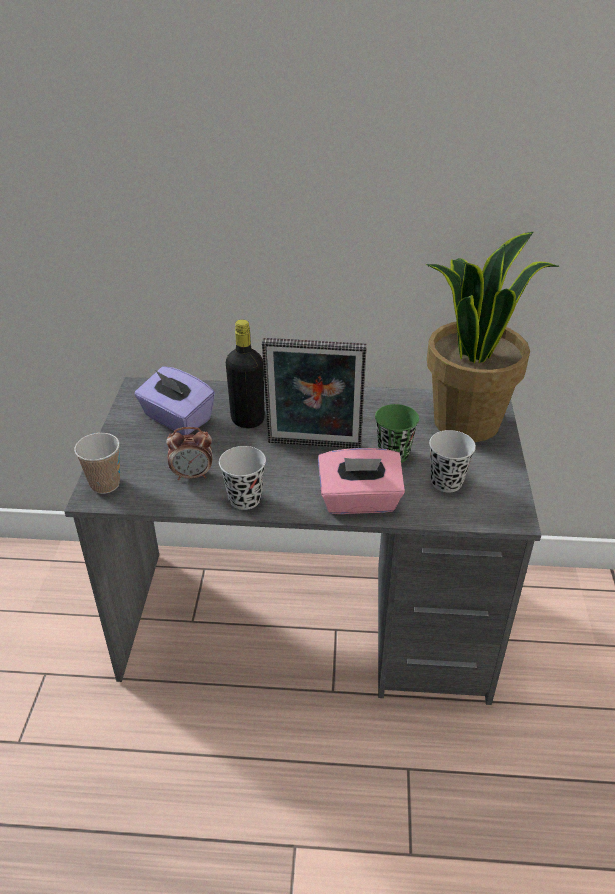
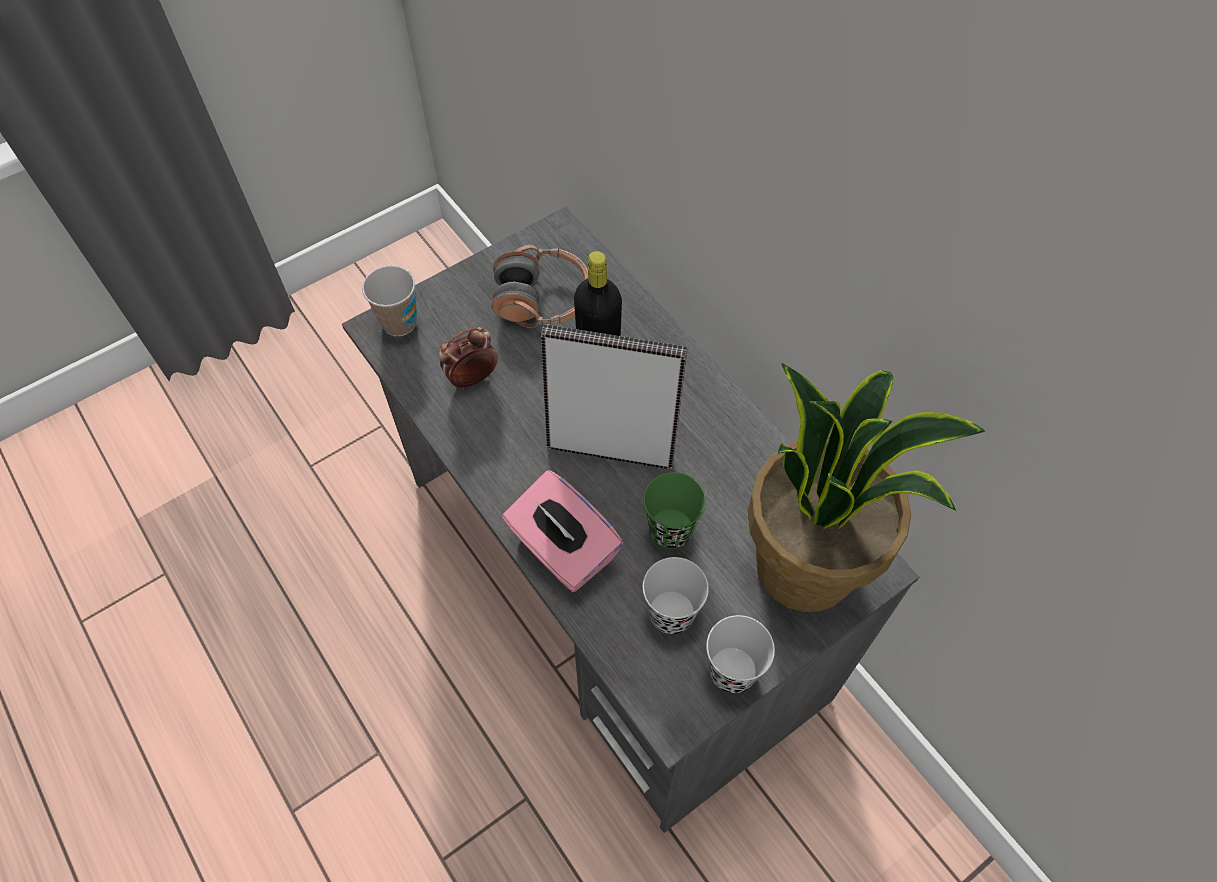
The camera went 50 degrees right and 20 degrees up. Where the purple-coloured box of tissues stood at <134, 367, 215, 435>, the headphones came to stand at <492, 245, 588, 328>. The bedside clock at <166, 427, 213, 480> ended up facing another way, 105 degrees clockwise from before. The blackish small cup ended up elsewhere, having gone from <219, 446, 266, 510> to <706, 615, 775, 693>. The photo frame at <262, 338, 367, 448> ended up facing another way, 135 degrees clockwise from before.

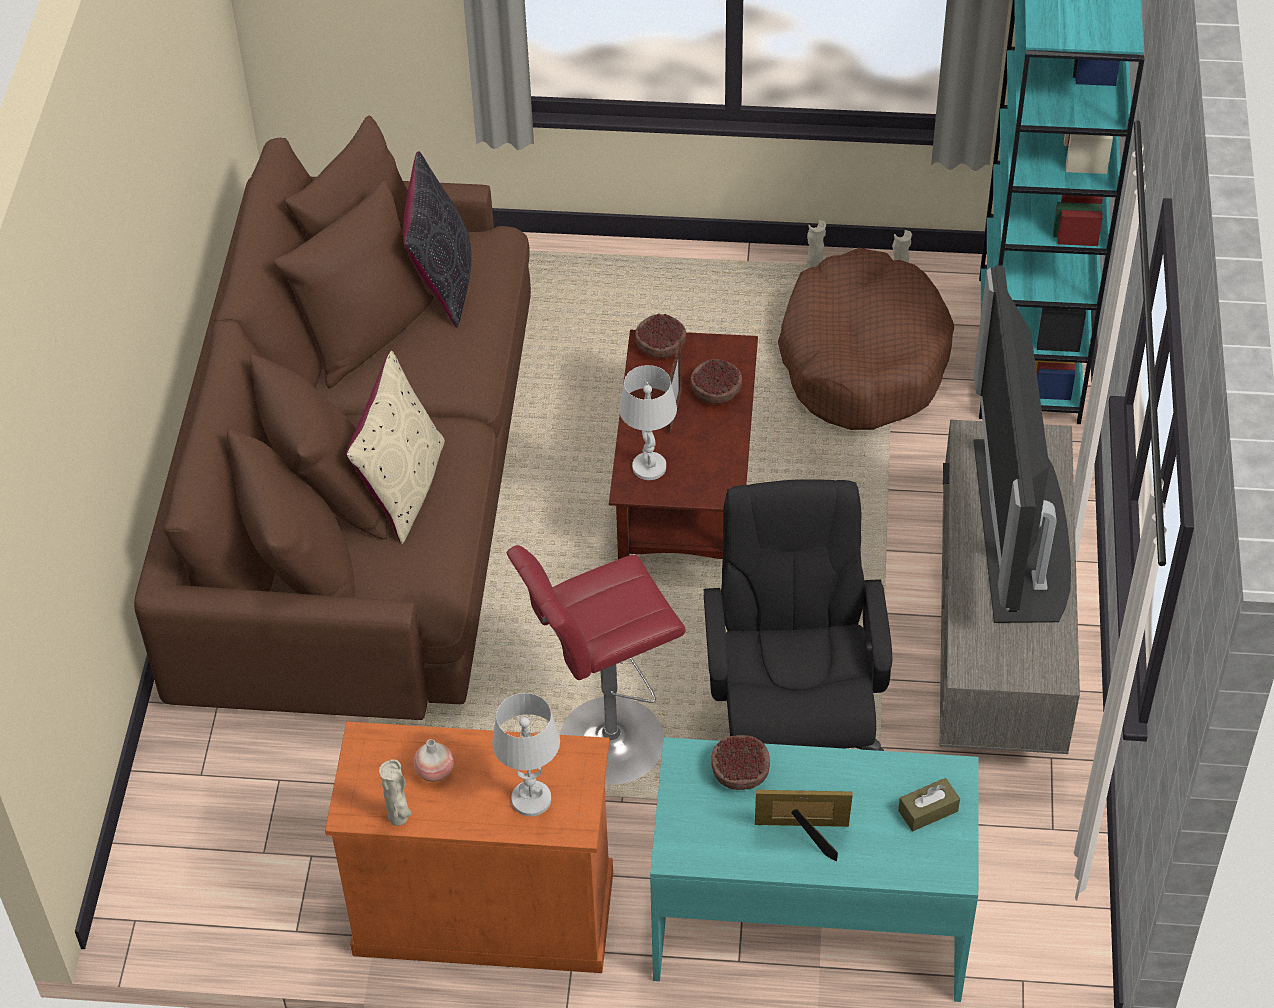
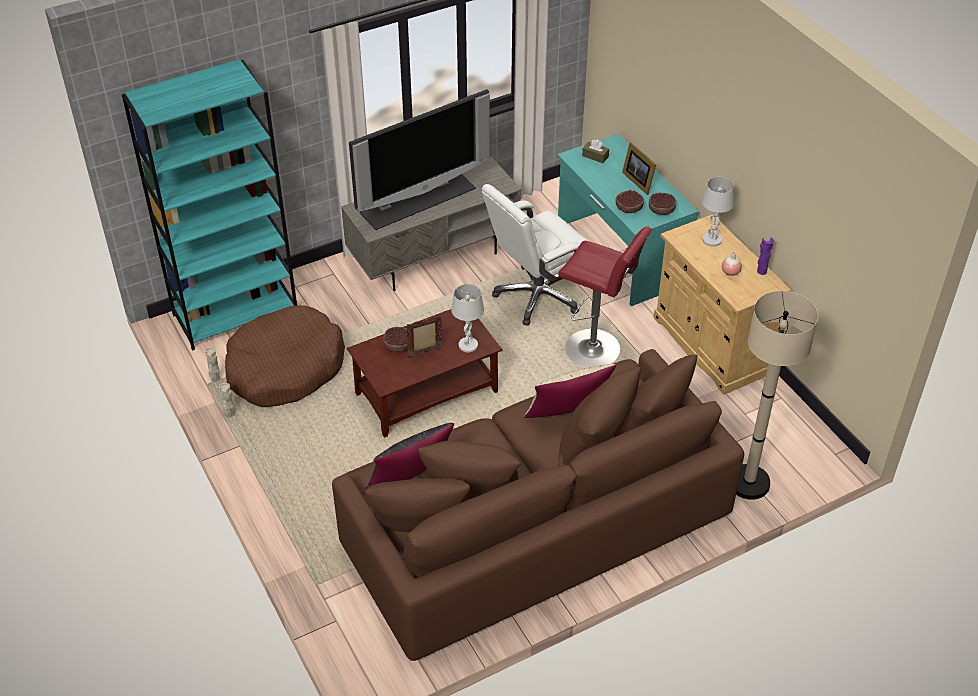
The camera went 125 degrees left and 5 degrees down. What was the orangey cabinet at <325, 722, 613, 973> turned into the beige-coloured cabinet at <653, 214, 791, 395>. What was the beige-coloured decorative vase at <379, 760, 411, 826> turned into the purple-coloured decorative vase at <757, 238, 774, 275>. The deep dish ended up elsewhere, having gone from <635, 313, 686, 358> to <649, 193, 676, 215>. What was the blackish computer chair at <703, 479, 892, 751> turned into the white-coloured computer chair at <482, 184, 589, 326>. The second view gained the beige-coloured floor lamp at <736, 291, 818, 500>.

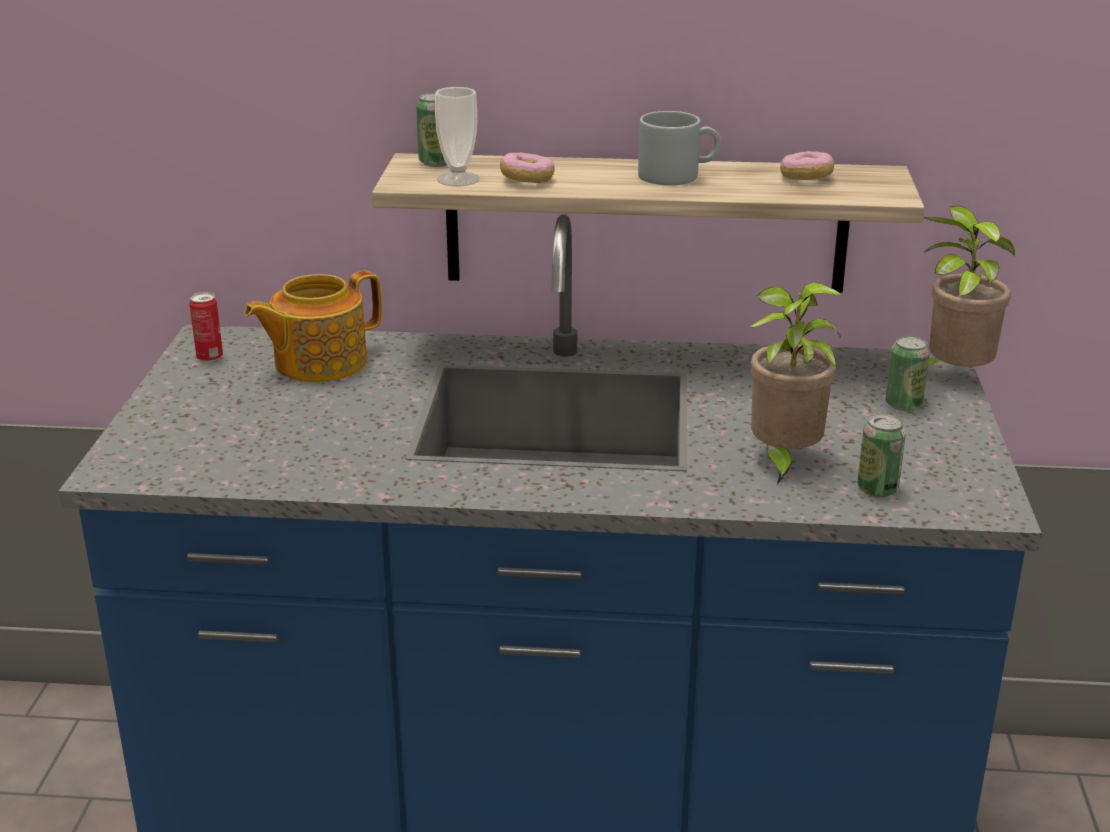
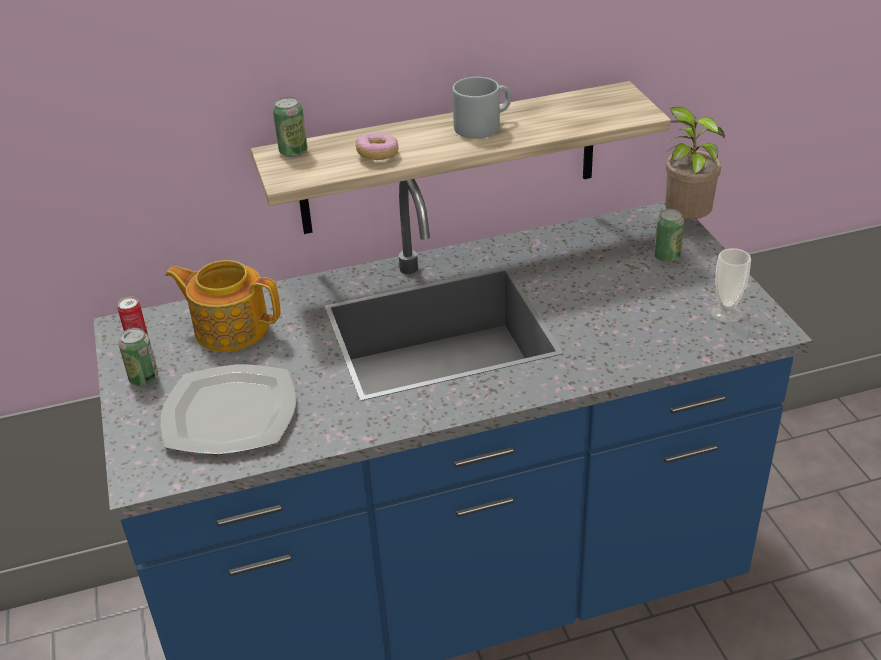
The camera went 20 degrees left and 10 degrees up. The teapot at <244, 271, 382, 382> ended up facing another way, 75 degrees clockwise from before. The small cup ended up elsewhere, having gone from <435, 87, 480, 186> to <710, 248, 751, 323>. The second view lost the plant in a pot at <749, 282, 842, 485>. The second view lost the doughnut at <780, 151, 834, 180>. The sealed can ended up elsewhere, having gone from <857, 413, 906, 497> to <119, 328, 158, 386>. The second view gained the dinner plate at <161, 364, 296, 455>.

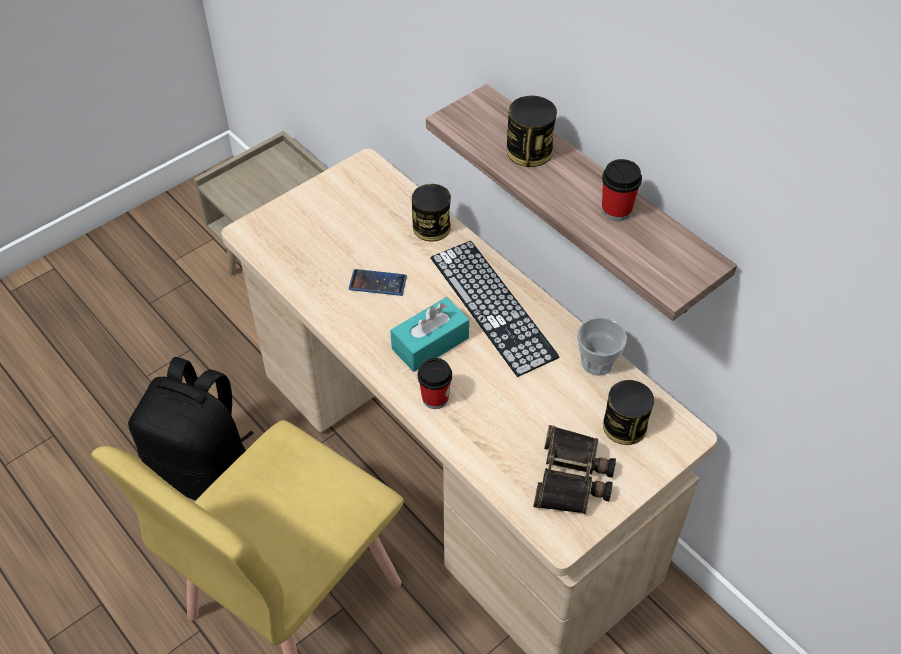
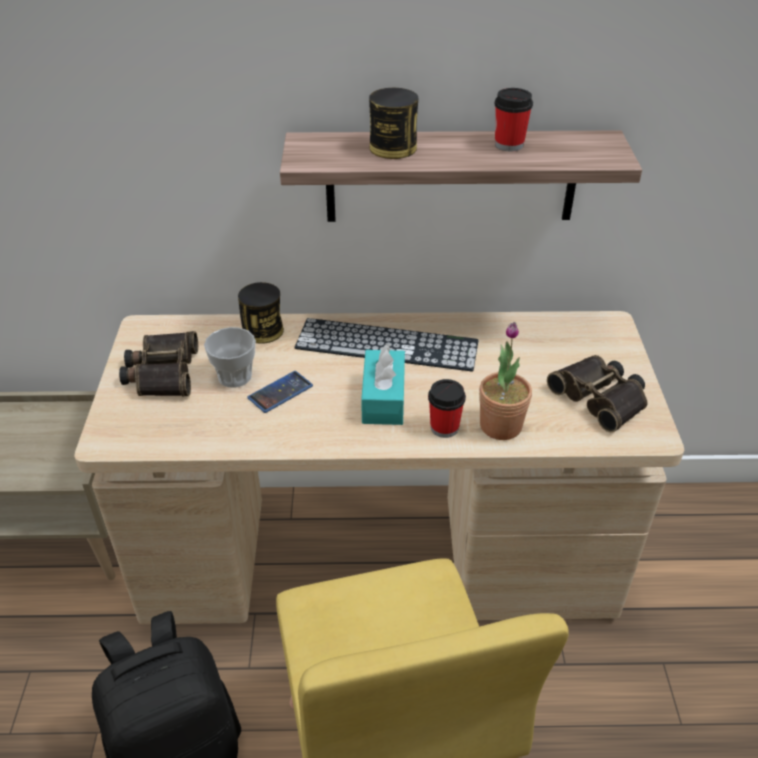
The camera went 50 degrees left and 10 degrees down. The small cup ended up elsewhere, having gone from <577, 317, 627, 376> to <204, 327, 256, 388>. The second view lost the sealed can at <603, 380, 654, 445>. The second view gained the field glasses at <119, 331, 198, 396>. The second view gained the plant in a pot at <479, 322, 532, 440>.

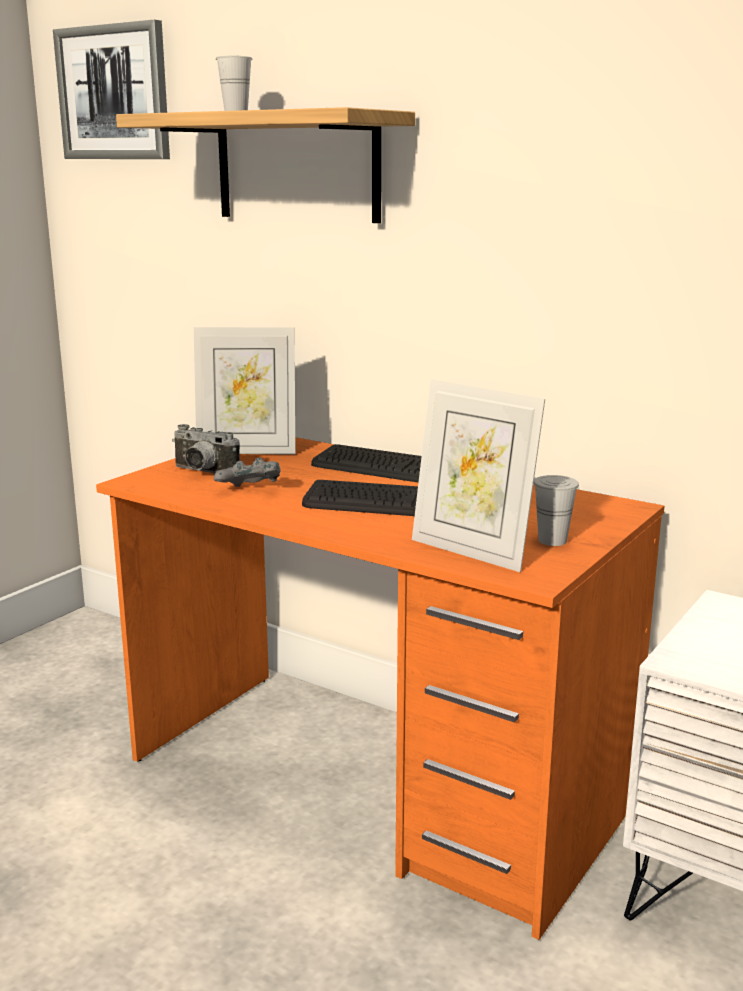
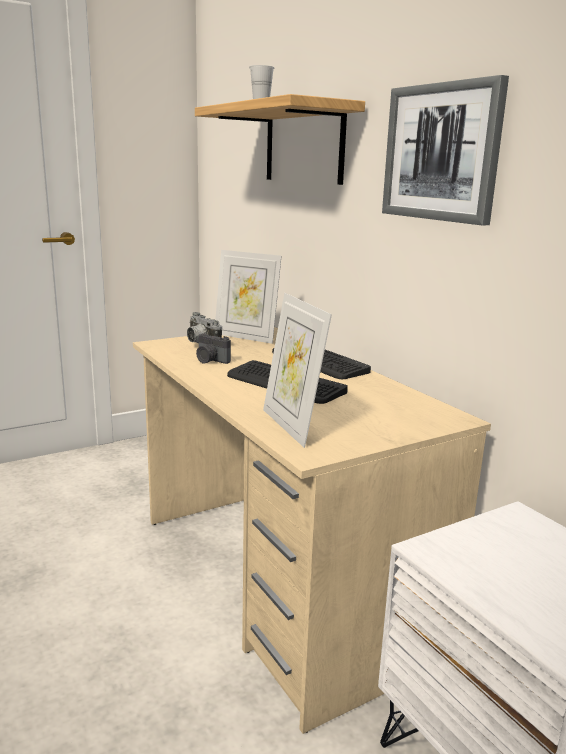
The camera went 25 degrees right and 0 degrees up. The wall picture ended up elsewhere, having gone from <53, 20, 170, 159> to <382, 75, 509, 225>. What was the orangey desk unit at <96, 437, 664, 940> turned into the beige-coloured desk unit at <133, 327, 491, 734>. Where the grey game controller stood at <214, 458, 280, 487>, the still camera came to stand at <196, 333, 231, 364>. The second view lost the white-coloured small cup at <533, 475, 579, 546>.

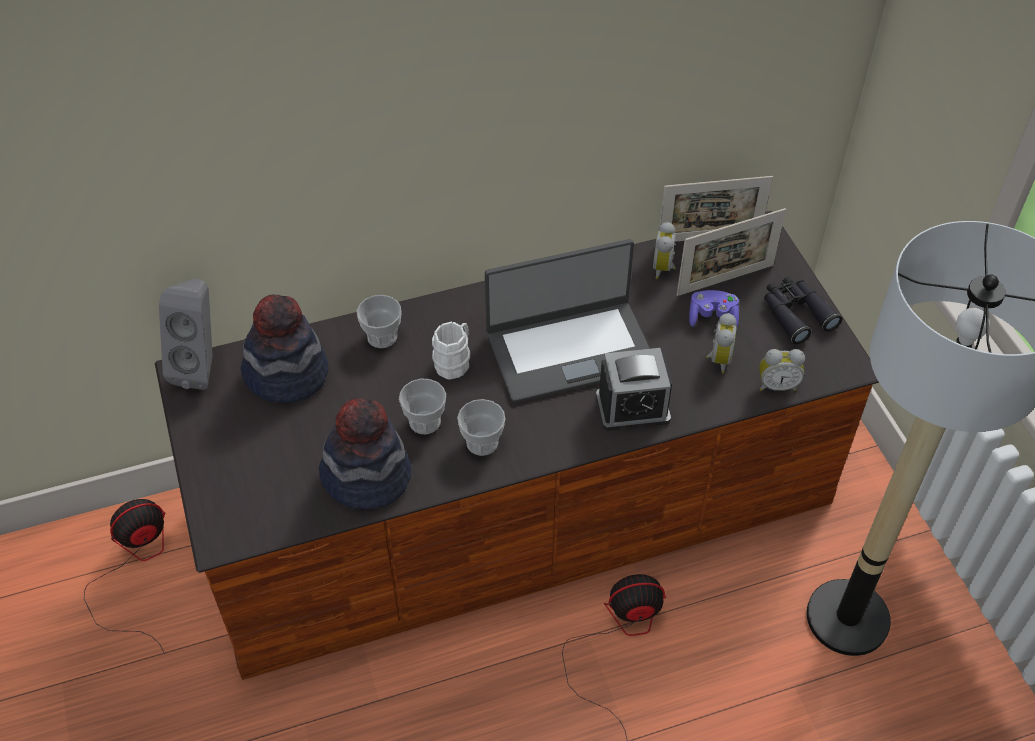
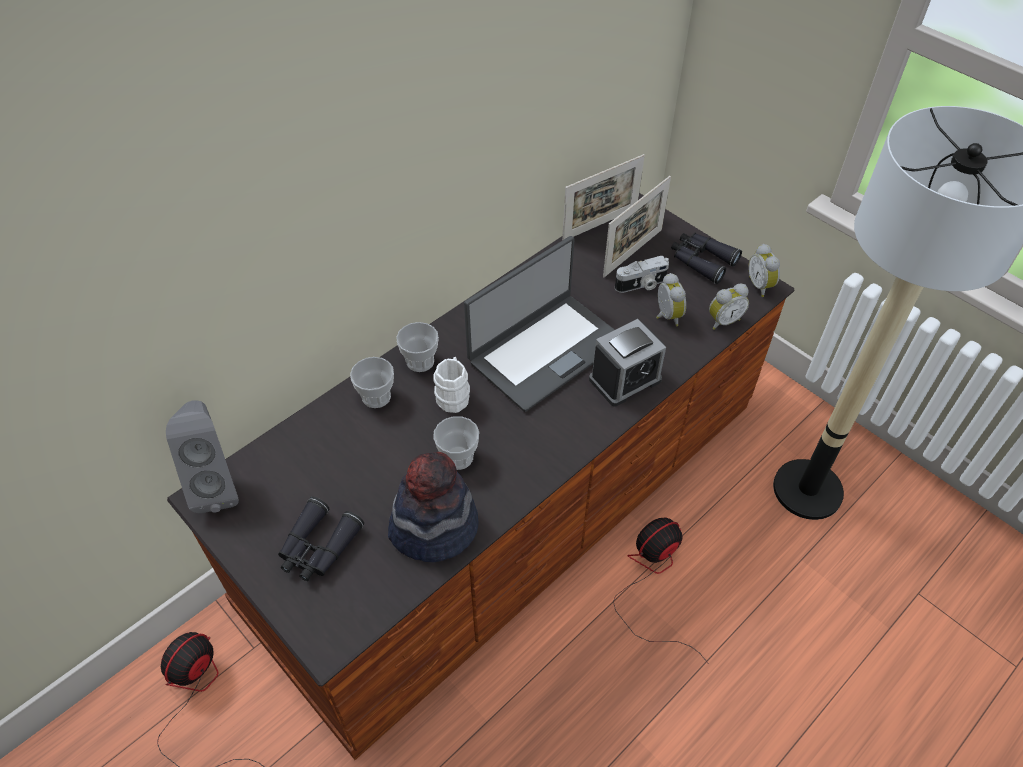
The camera went 25 degrees left and 0 degrees up. The second view lost the wearable hat at <241, 295, 328, 403>. The small cup ended up elsewhere, having gone from <457, 399, 506, 456> to <396, 322, 439, 372>. The bedside clock ended up elsewhere, having gone from <653, 222, 676, 279> to <749, 244, 780, 297>. Where the purple-coloured game controller stood at <689, 290, 739, 327>, the still camera came to stand at <615, 256, 669, 293>. The second view gained the blackish field glasses at <278, 497, 364, 581>.

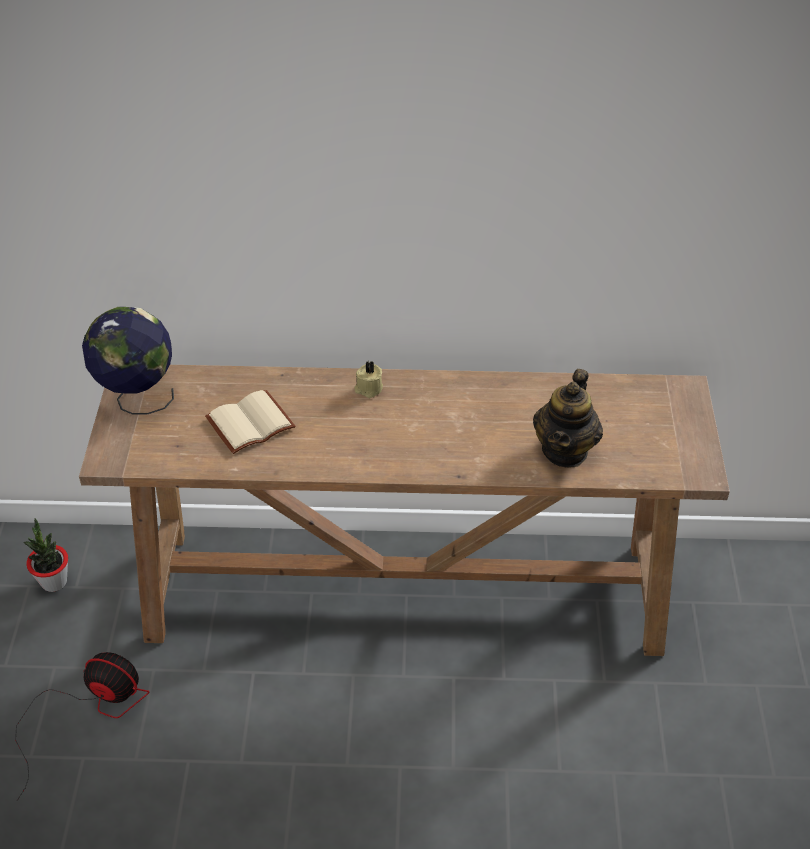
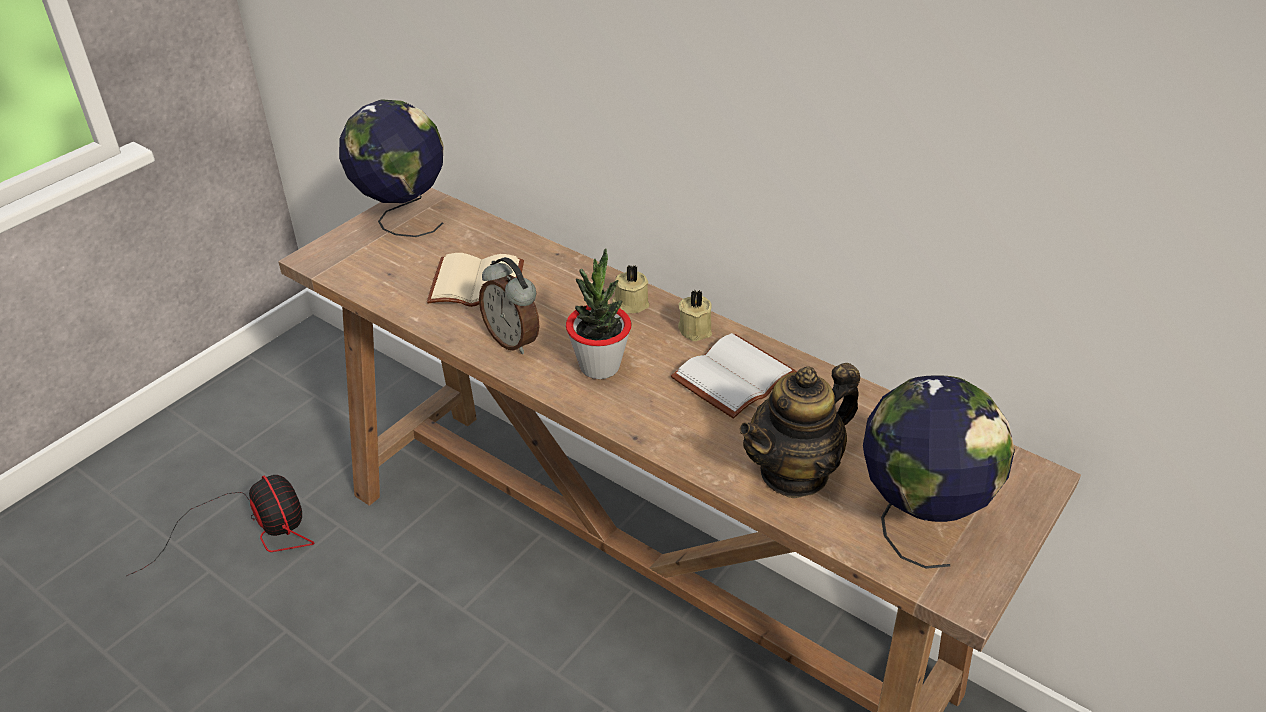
The camera went 35 degrees right and 5 degrees down. The plant in a pot ended up elsewhere, having gone from <23, 518, 68, 592> to <566, 248, 632, 379>. The second view gained the bedside clock at <479, 257, 540, 354>. The second view gained the white-coloured volume at <671, 333, 797, 418>. The second view gained the beige-coloured wax light at <678, 290, 712, 341>. The second view gained the globe at <863, 375, 1015, 569>.

